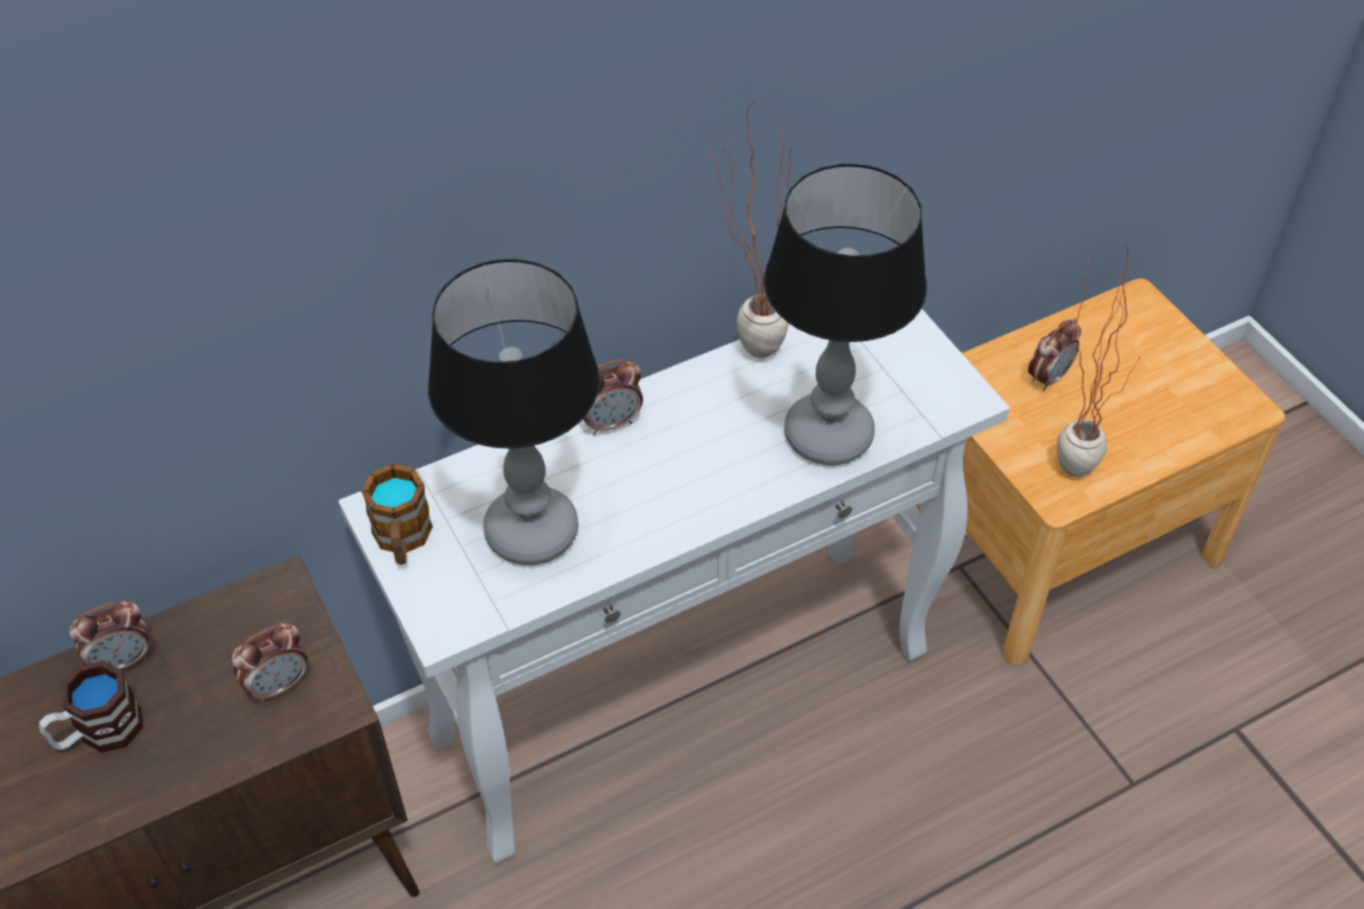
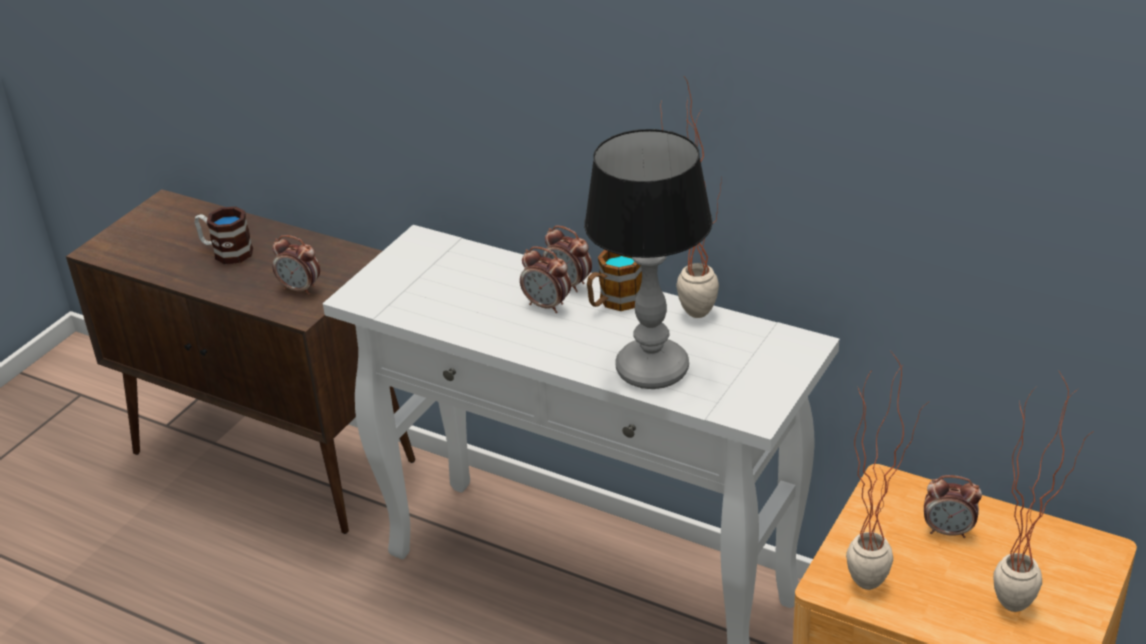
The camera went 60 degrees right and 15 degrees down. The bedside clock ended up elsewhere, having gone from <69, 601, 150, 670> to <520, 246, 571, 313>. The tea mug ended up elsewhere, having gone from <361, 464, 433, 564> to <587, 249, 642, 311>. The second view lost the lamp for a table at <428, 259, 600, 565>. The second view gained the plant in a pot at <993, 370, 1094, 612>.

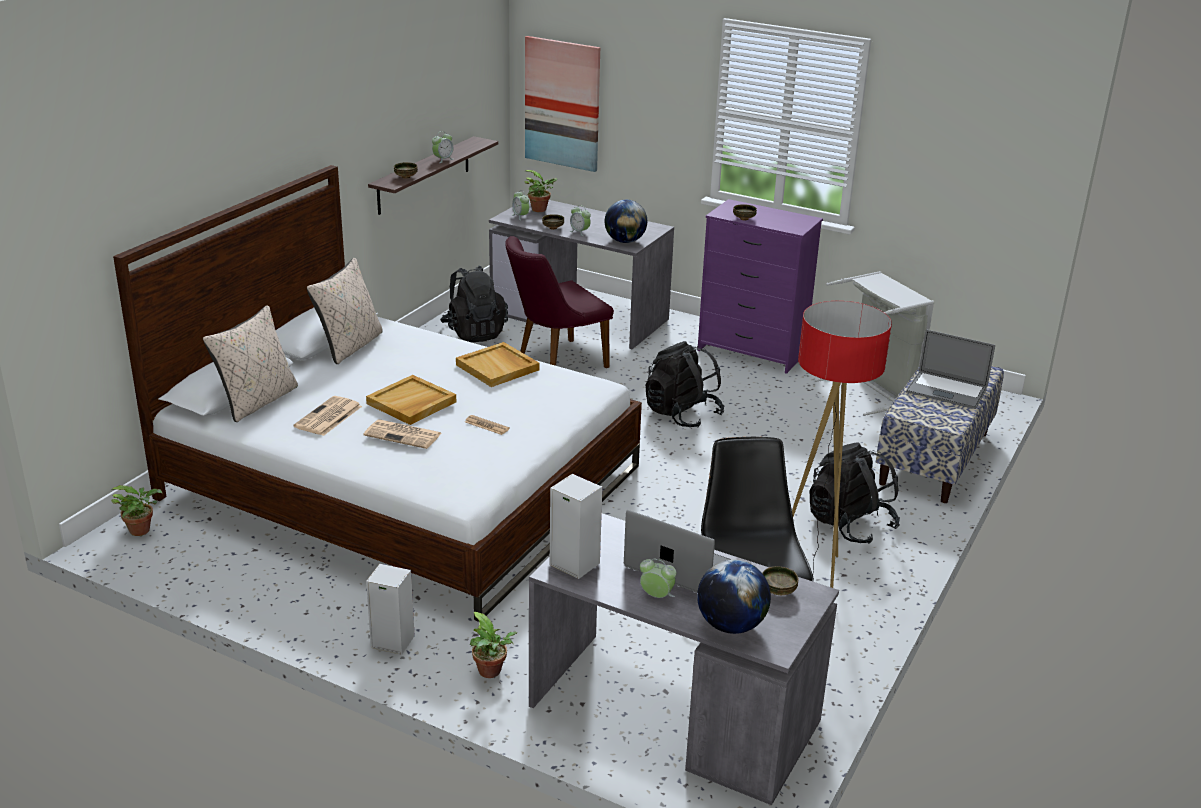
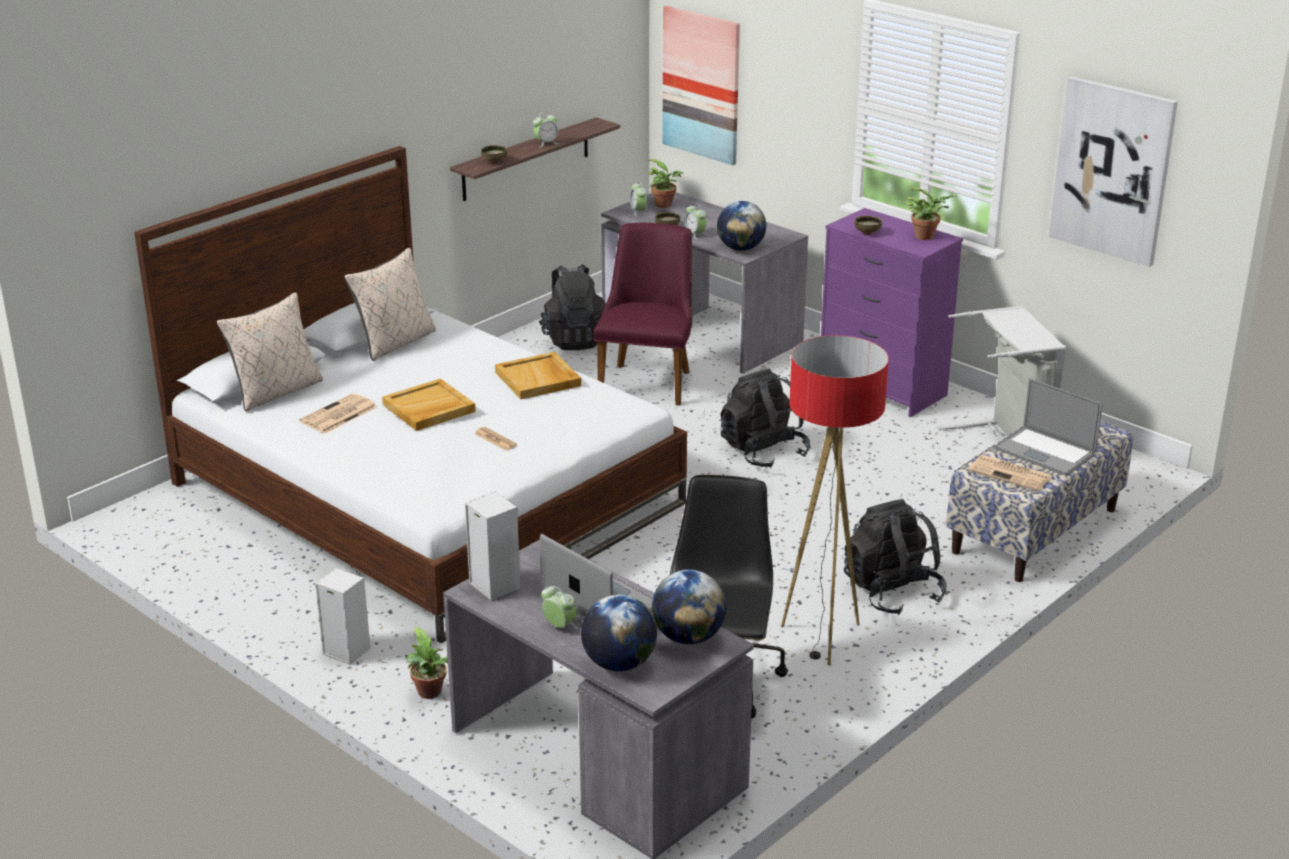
The camera went 15 degrees right and 0 degrees up. The plant in a pot ended up elsewhere, having gone from <111, 485, 162, 536> to <904, 187, 957, 240>. The newspaper ended up elsewhere, having gone from <363, 419, 442, 449> to <968, 455, 1052, 491>. The purple-coloured chair at <505, 236, 614, 368> ended up facing another way, 120 degrees clockwise from before. Where the deep dish stood at <762, 566, 798, 595>, the globe came to stand at <652, 569, 726, 644>. The second view gained the wall picture at <1049, 76, 1178, 267>.

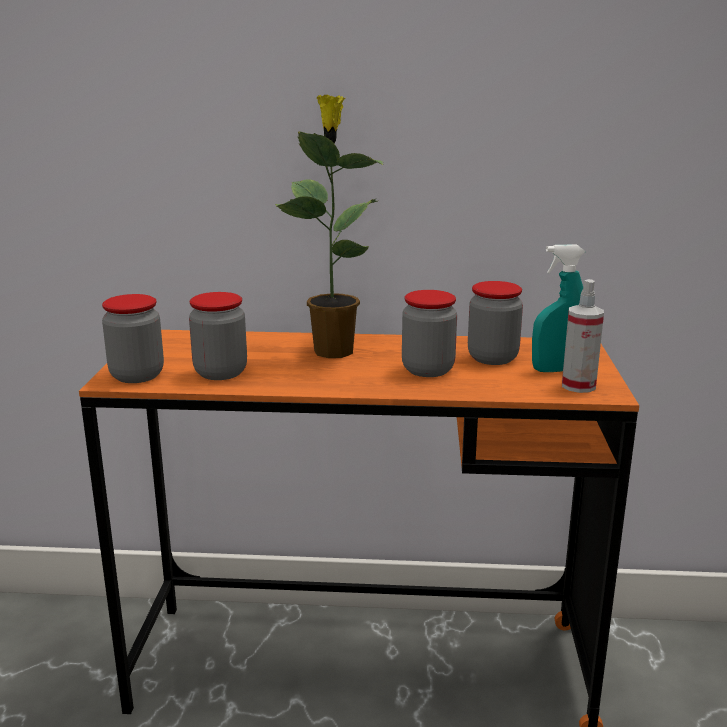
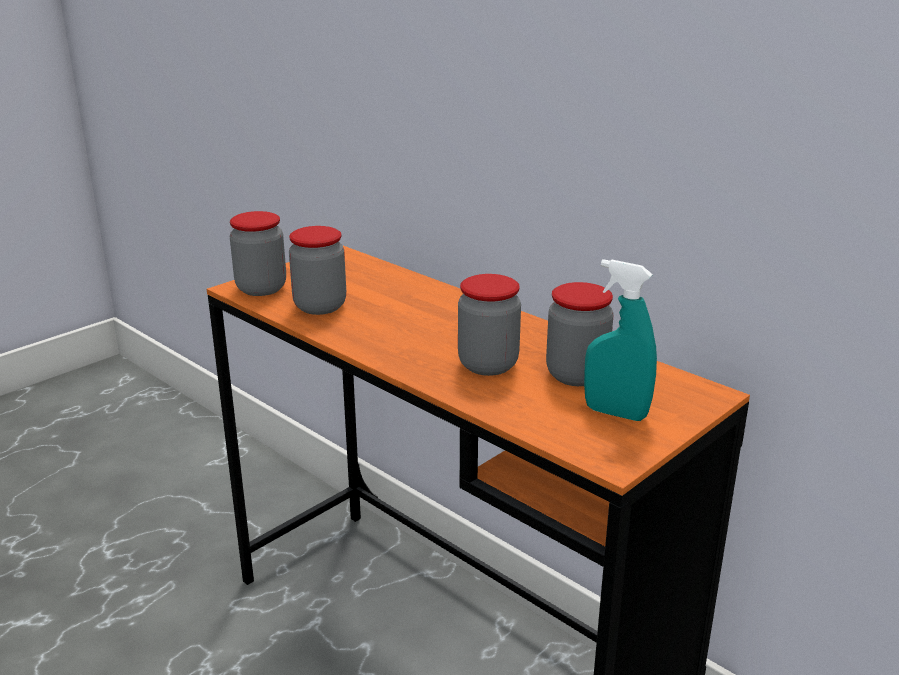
The camera went 40 degrees right and 5 degrees up. The second view lost the plant in a pot at <275, 95, 384, 358>. The second view lost the hand sprayer at <562, 279, 604, 393>.

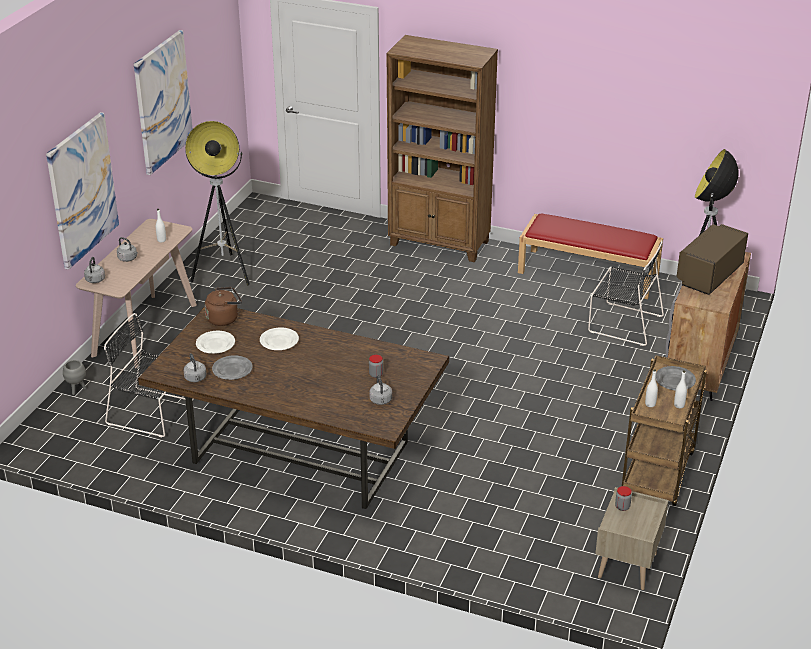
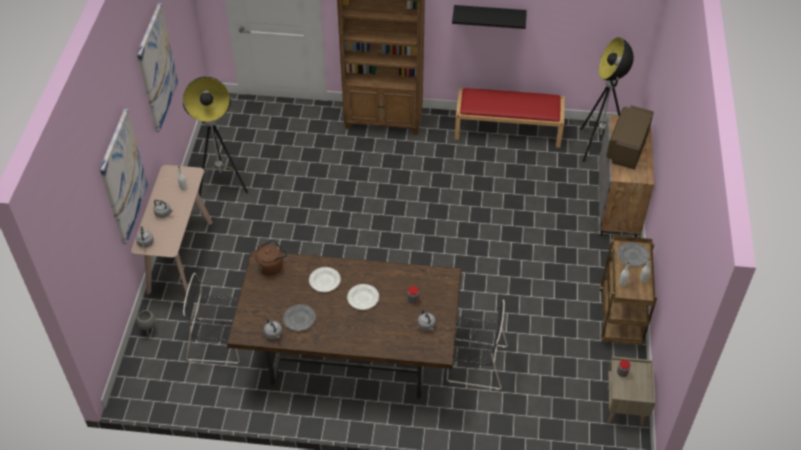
The camera went 15 degrees left and 15 degrees up. The white-coloured dinner plate ended up elsewhere, having gone from <196, 331, 235, 354> to <347, 284, 379, 310>. The blackish chair ended up elsewhere, having gone from <588, 240, 664, 346> to <447, 300, 508, 390>. The second view gained the blackish bracket shelf at <452, 5, 527, 29>.

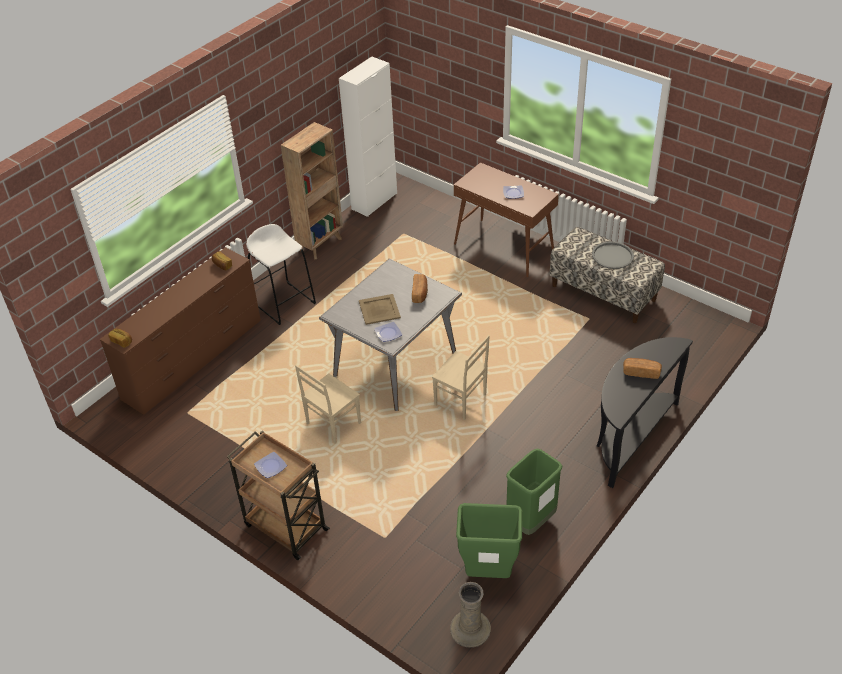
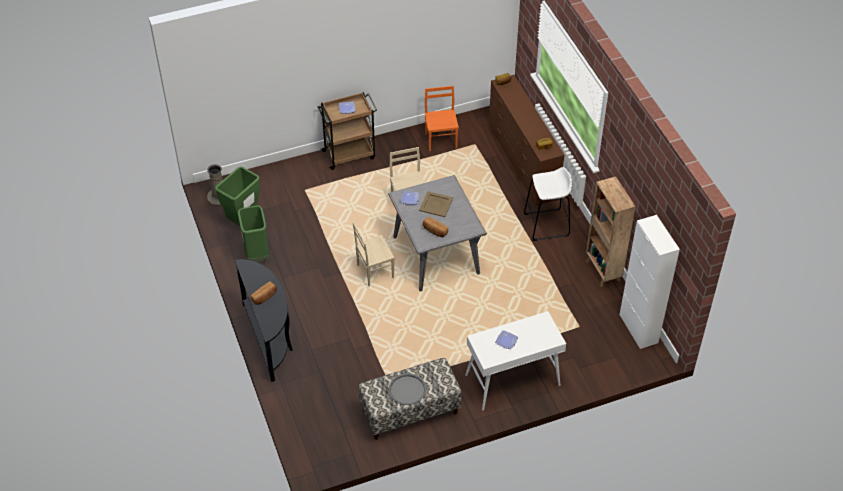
The camera went 120 degrees right and 5 degrees up. What was the brown-coloured console table at <454, 162, 559, 277> turned into the white-coloured console table at <465, 311, 566, 410>. The second view gained the orangey chair at <425, 86, 459, 151>.

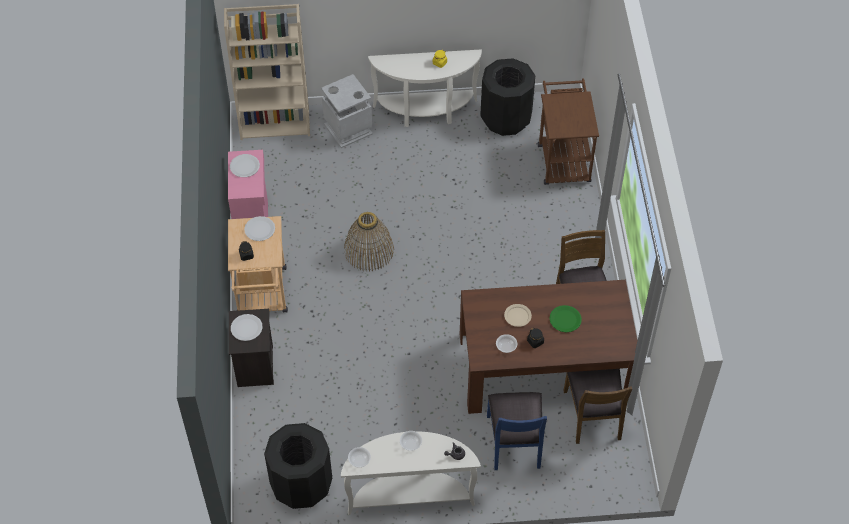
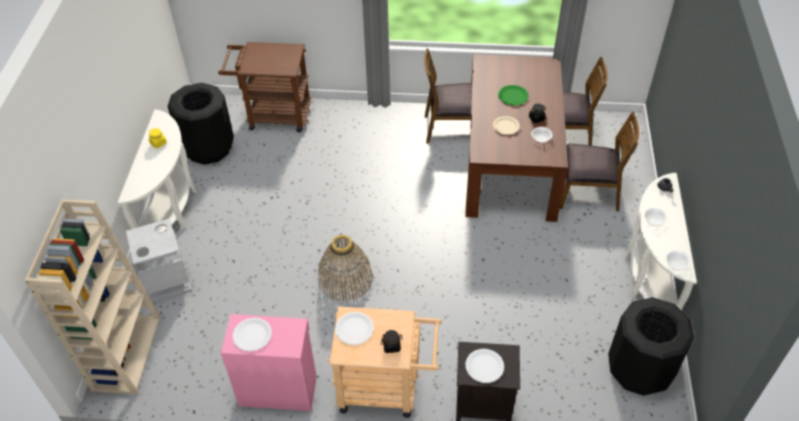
The camera went 80 degrees left and 5 degrees down. What was the bluish chair at <487, 392, 547, 470> turned into the brown-coloured chair at <560, 112, 639, 211>.

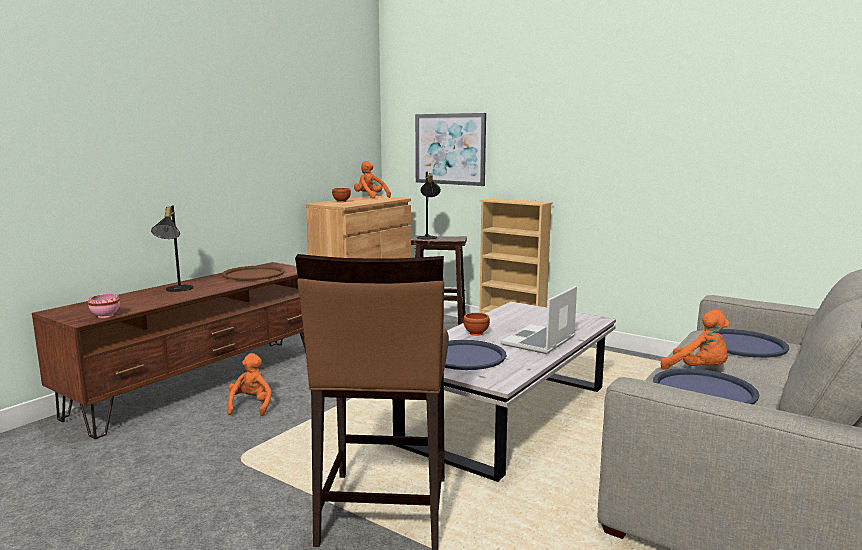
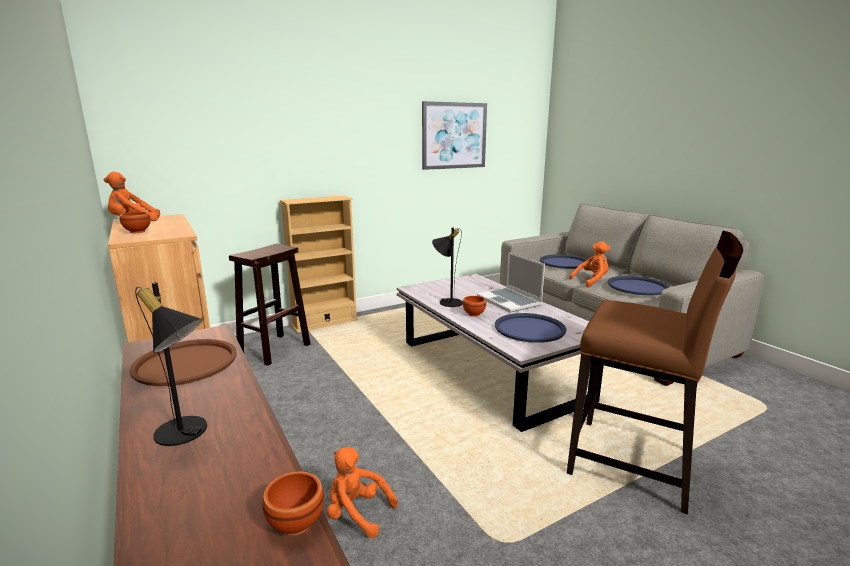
The camera went 65 degrees left and 5 degrees up. What was the pink-coloured deep dish at <88, 294, 120, 318> turned into the brown-coloured deep dish at <262, 472, 324, 536>. The wall picture ended up elsewhere, having gone from <415, 113, 486, 186> to <422, 101, 487, 170>. The blackish lamp for a table ended up elsewhere, having gone from <417, 172, 441, 240> to <432, 228, 463, 307>.

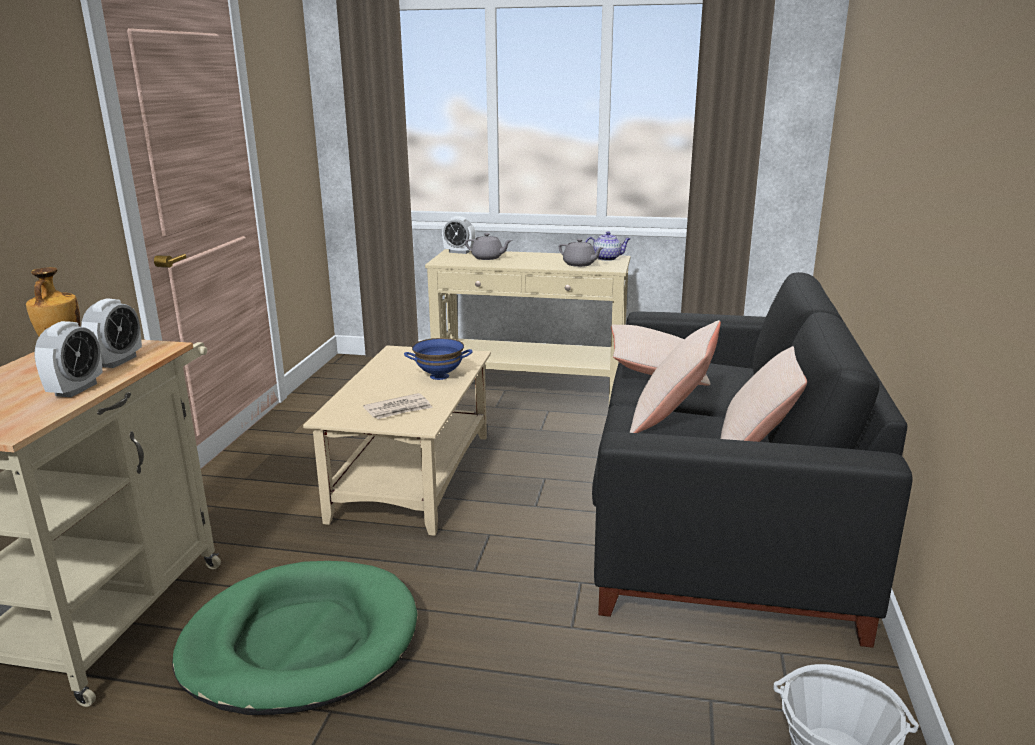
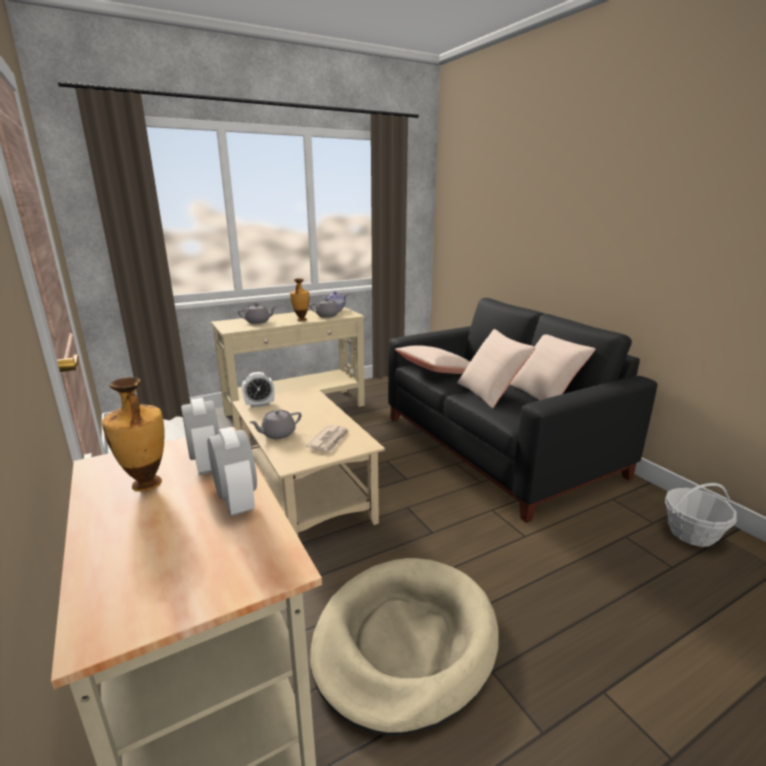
The camera went 40 degrees left and 0 degrees up. What was the green-coloured dog cushion at <172, 561, 418, 715> turned into the beige-coloured dog cushion at <310, 558, 499, 736>. The second view lost the bluish deep dish at <404, 338, 473, 380>. The bedside clock ended up elsewhere, having gone from <442, 216, 475, 254> to <242, 372, 275, 408>. The second view gained the grey teapot at <249, 409, 302, 439>. The second view gained the decorative vase at <290, 278, 310, 321>.

